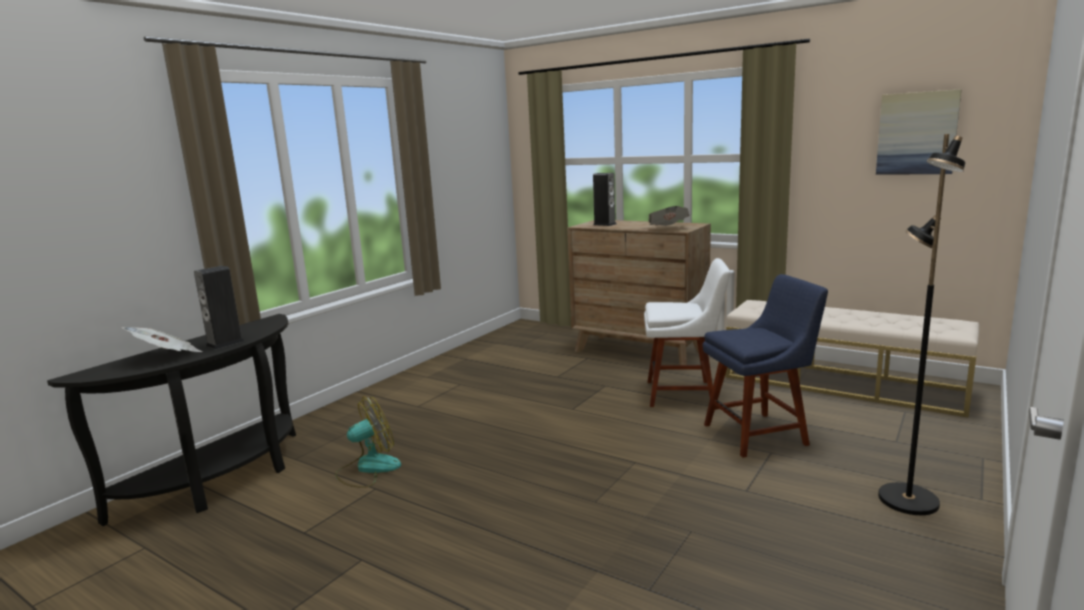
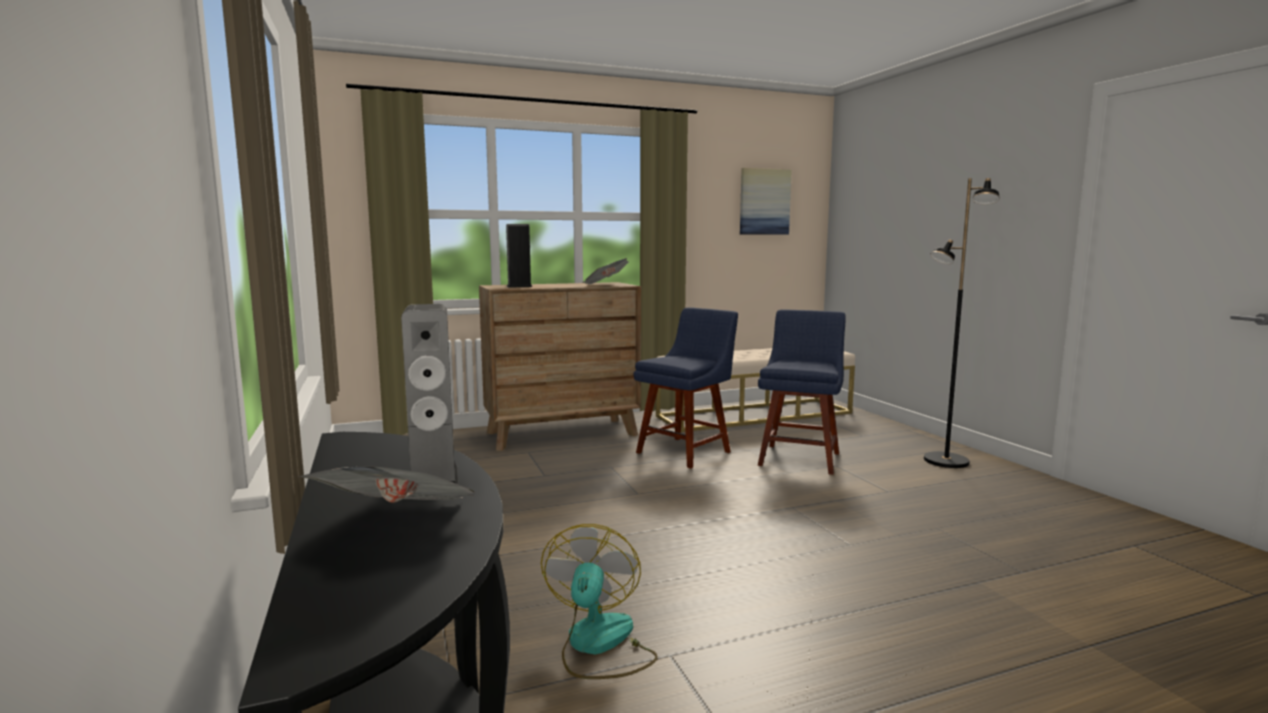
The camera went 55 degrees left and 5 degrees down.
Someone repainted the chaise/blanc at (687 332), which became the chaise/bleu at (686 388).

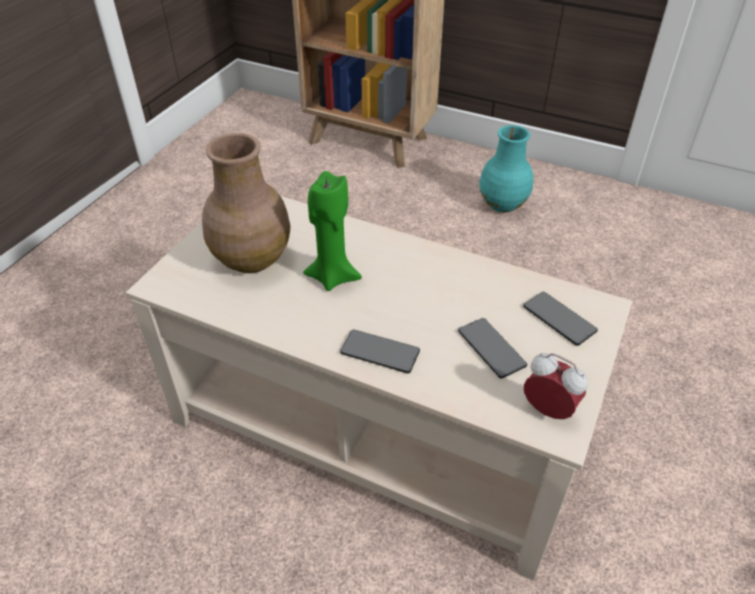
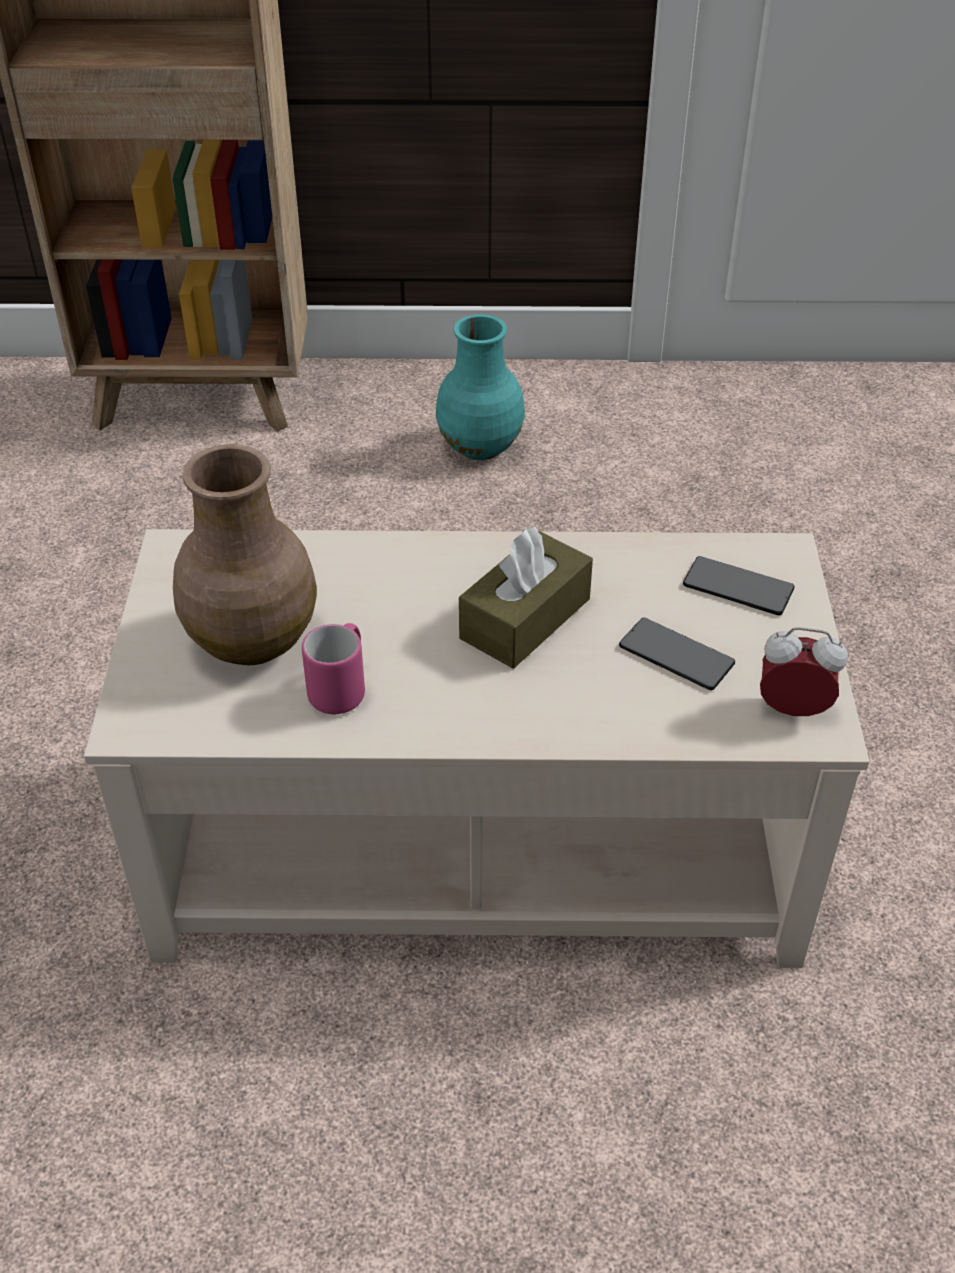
The camera went 25 degrees left and 0 degrees up.
Someone took away the bougie/vert at (332 231).
Someone took away the téléphone at (380 351).
Someone put down the mug/rose at (333 668).
Someone put down the boîte à mouchoirs/marron at (526 598).

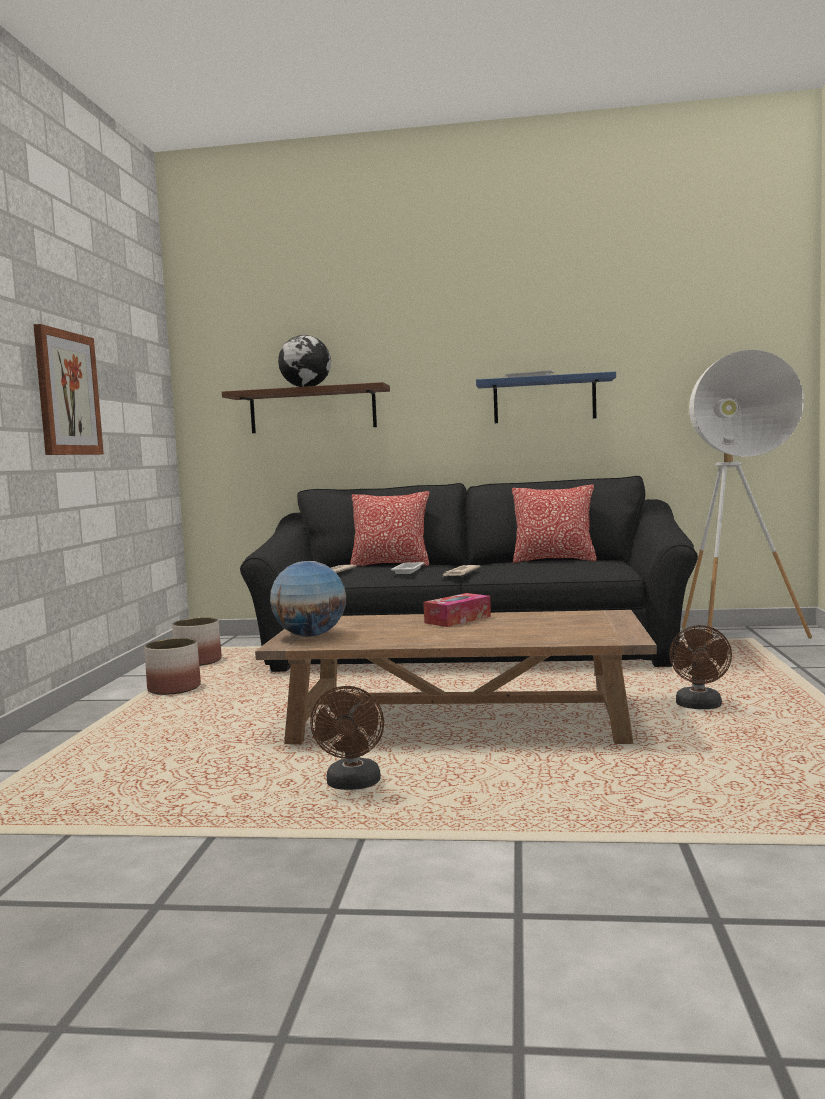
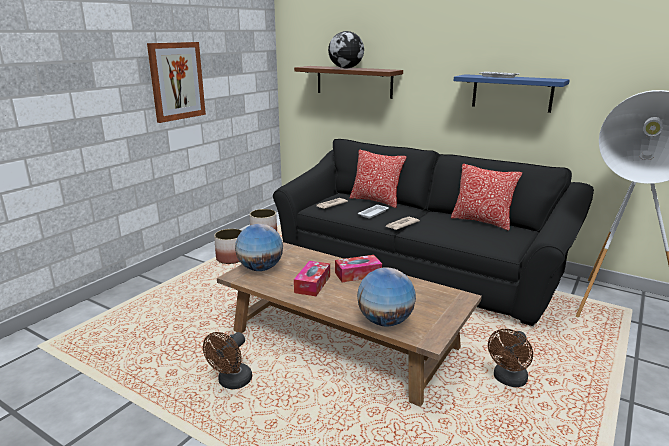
The camera went 25 degrees right and 15 degrees up.
Someone put down the boîte à mouchoirs at (312 278).
Someone put down the globe at (386 297).

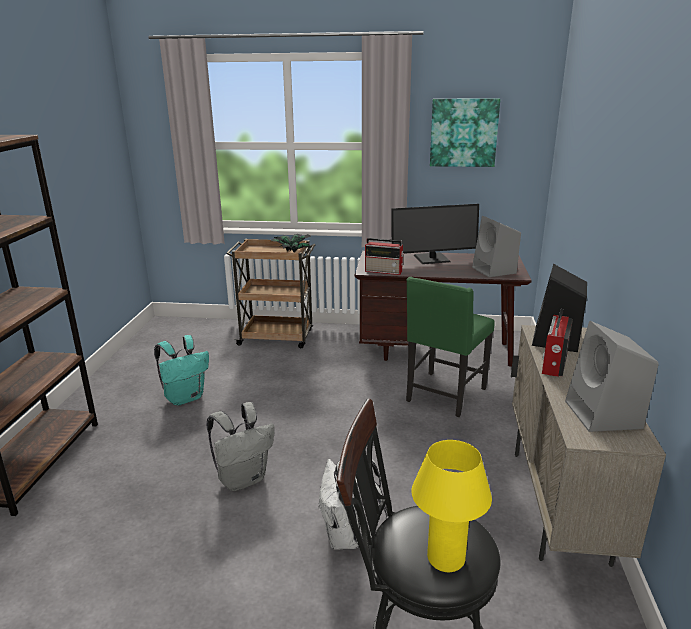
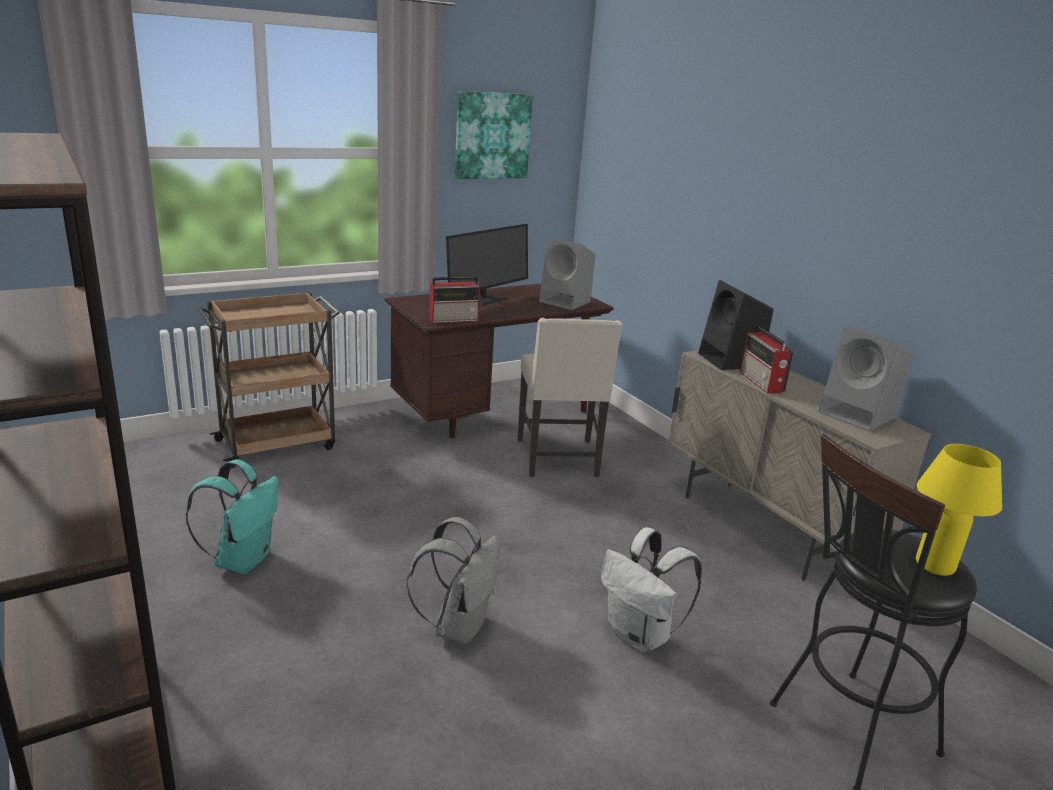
The camera went 40 degrees left and 0 degrees up.
Someone took away the plante en pot at (291 243).
Someone repainted the chaise/vert at (450 347), which became the chaise/beige at (570 397).

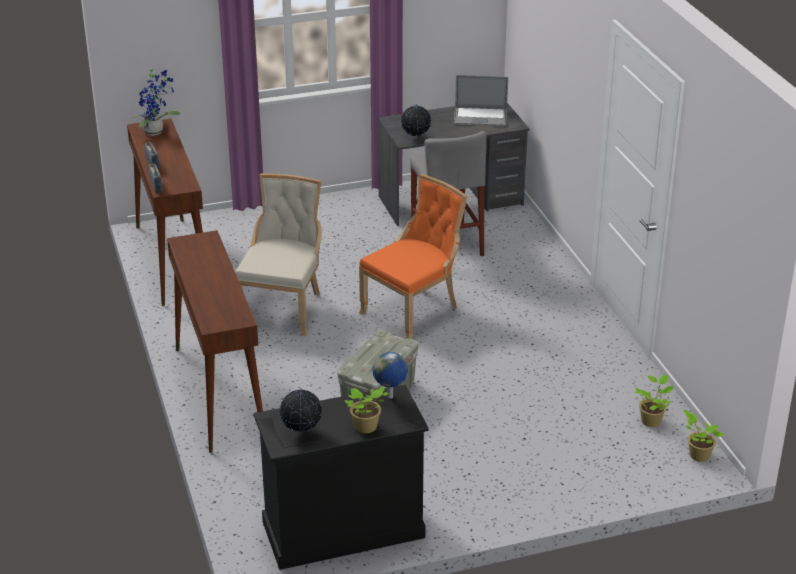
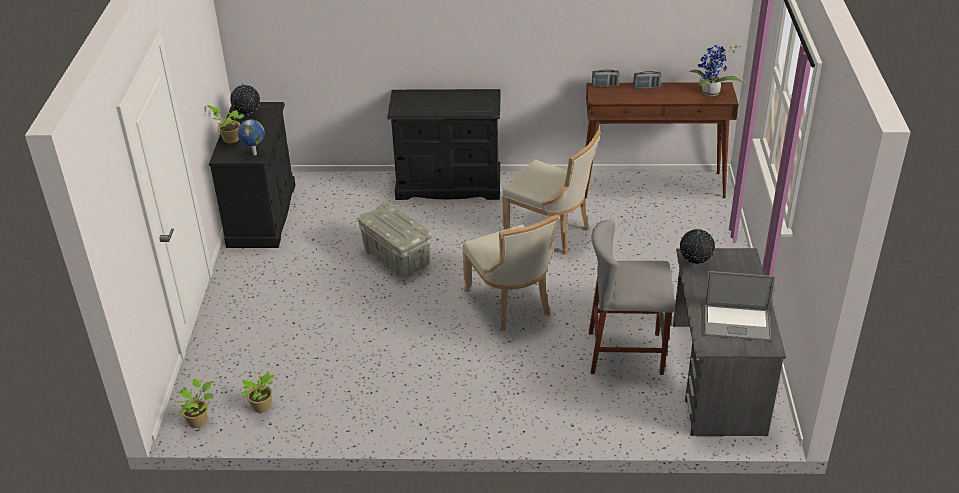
The camera went 110 degrees right and 5 degrees up.
Someone swapped the table console/marron at (215 341) for the commode/noir at (444 144).
Someone repainted the chaise/orange at (413 256), which became the chaise/beige at (511 273).
Someone rotated the ordinateur portable at (481 100) by 105 degrees counterclockwise.

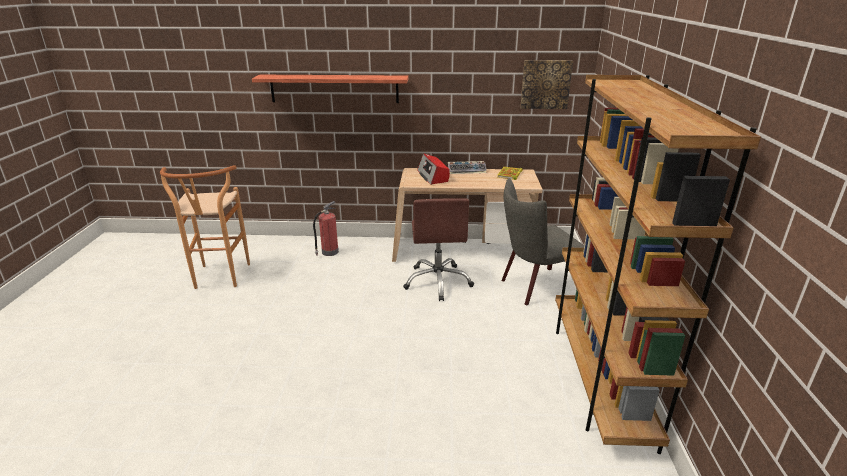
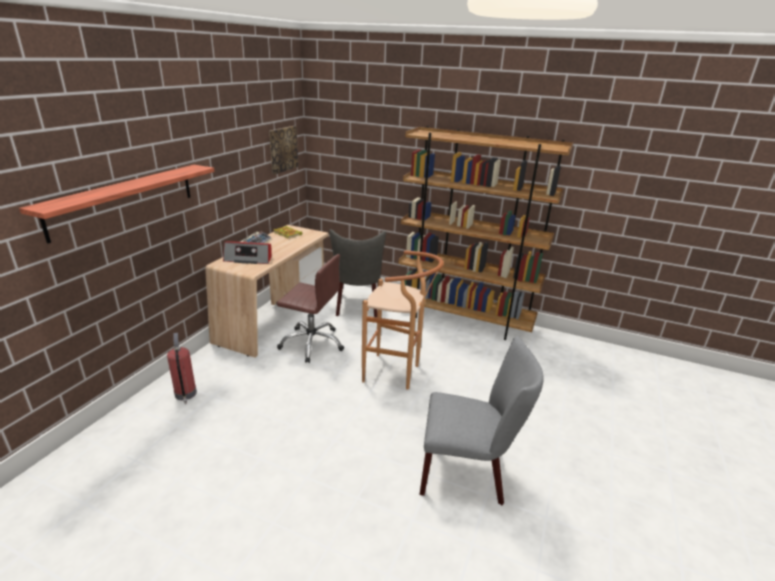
The camera went 70 degrees left and 0 degrees up.
Someone carried the tabouret/marron from (205 227) to (403 320).
Someone put down the chaise/gris at (481 420).

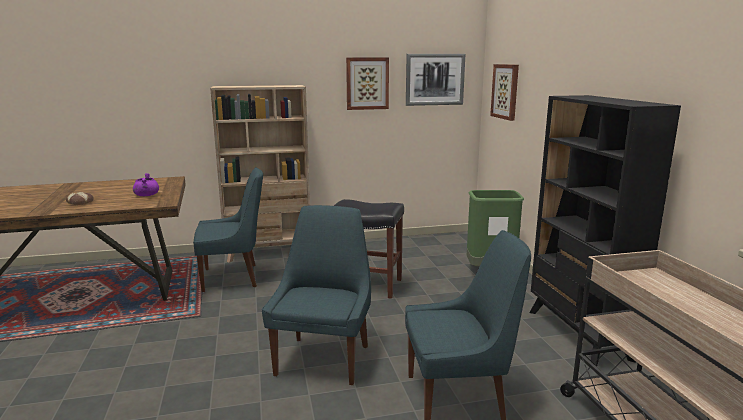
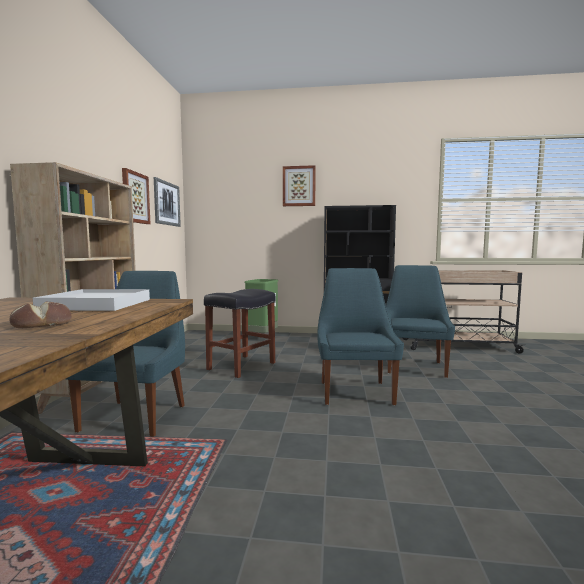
The camera went 70 degrees left and 10 degrees down.
Someone swapped the marmite/violet at (146 184) for the plateau/blanc at (91 300).
Someone rotated the chaise/bleu at (316 295) by 60 degrees clockwise.
Someone carried the tableau from (504 92) to (299 185).

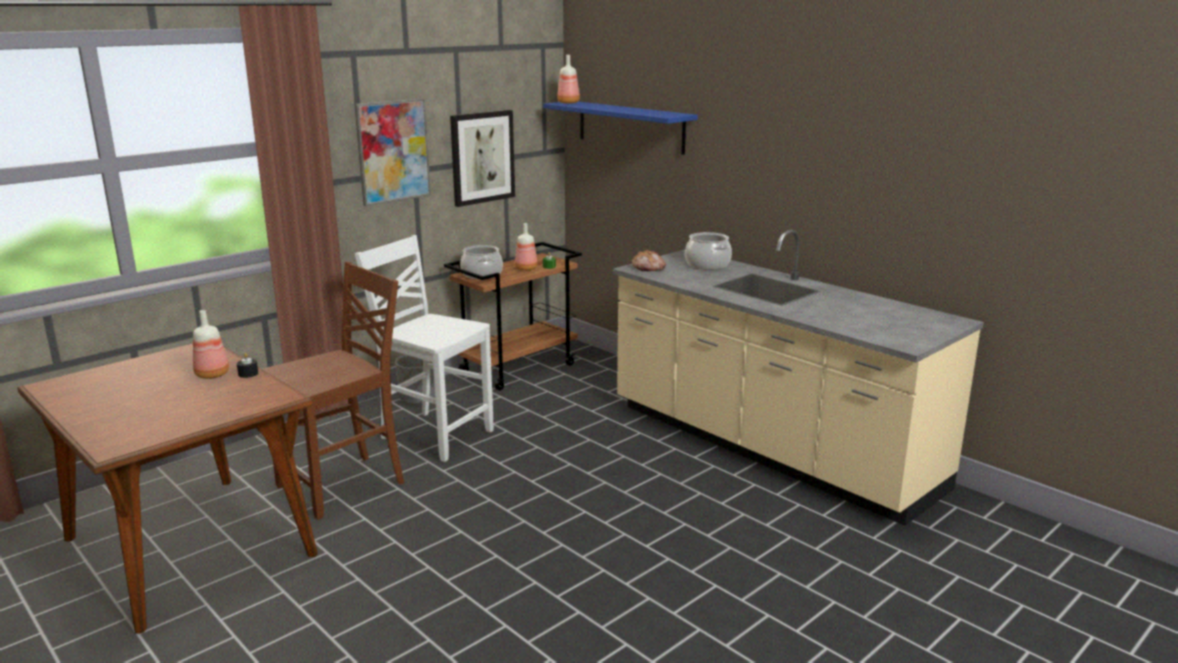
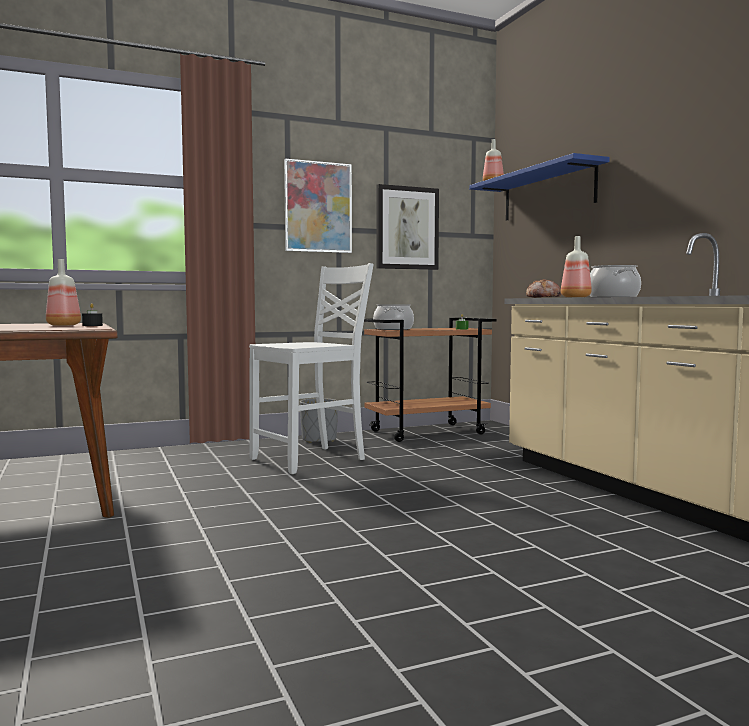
The camera went 20 degrees right and 15 degrees down.
Someone took away the chaise/marron at (333 391).
Someone rotated the chaise/blanc at (424 348) by 90 degrees clockwise.
Someone carried the bouteille from (526 247) to (576 267).

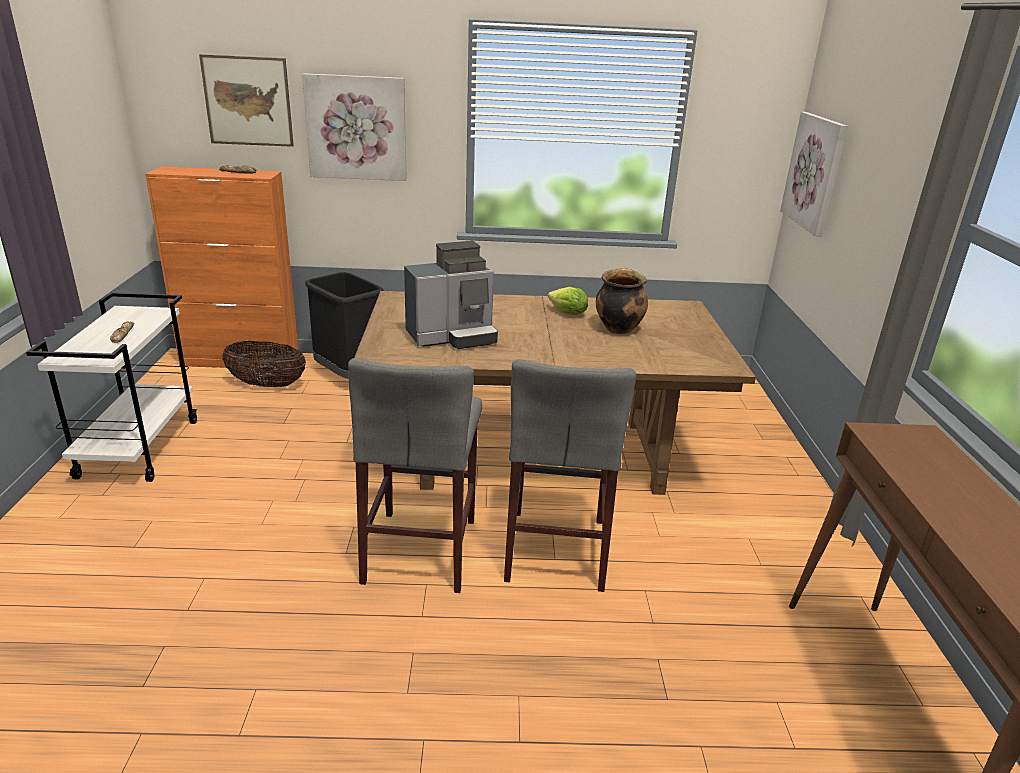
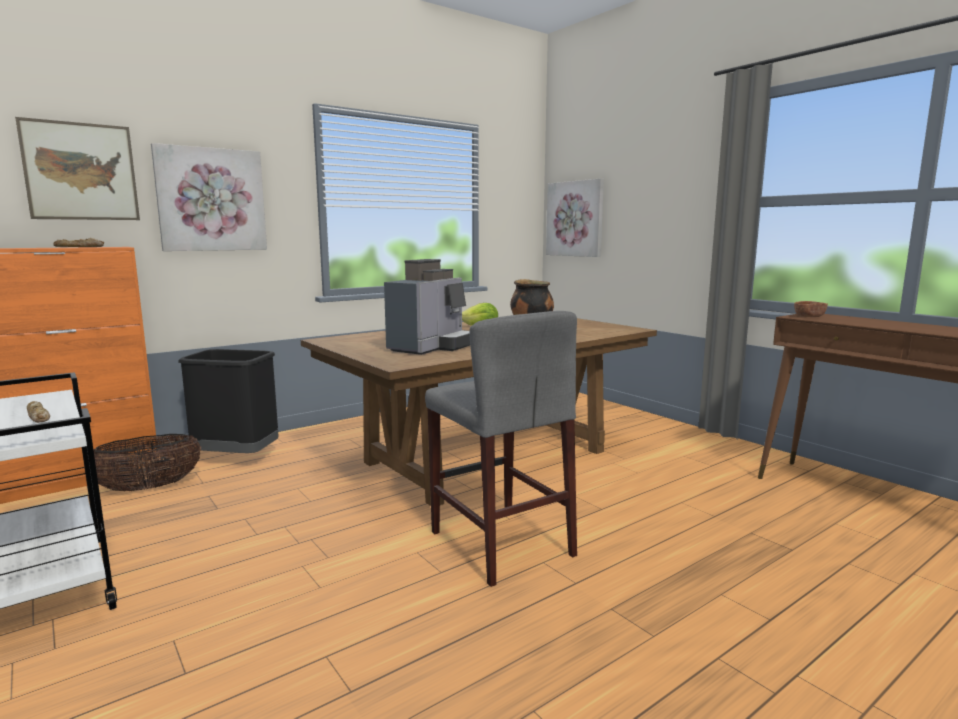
The camera went 35 degrees left and 15 degrees down.
Someone took away the tabouret/gris at (570 475).
Someone put down the bol/marron at (811 309).

